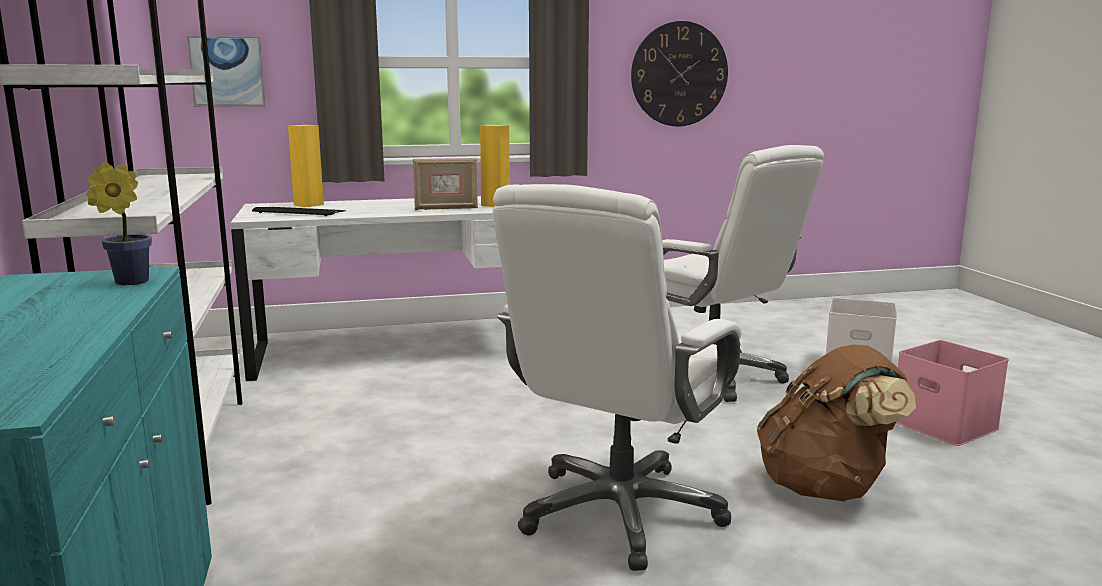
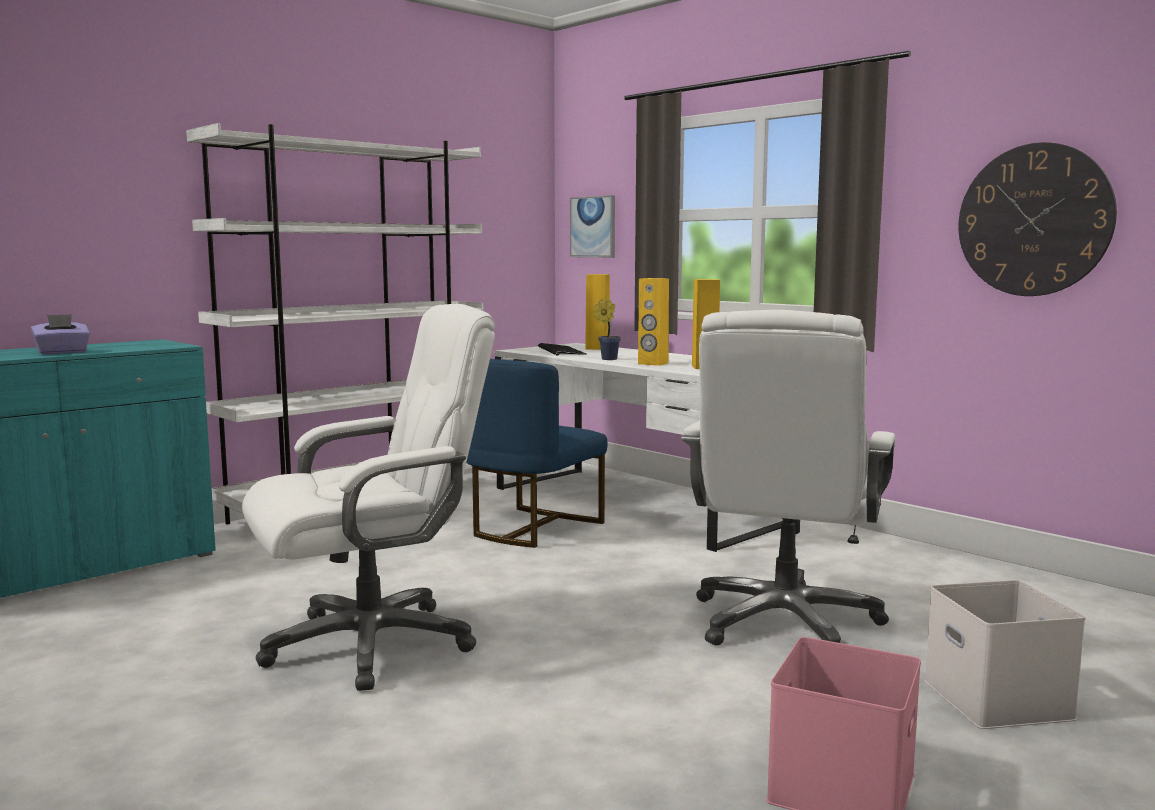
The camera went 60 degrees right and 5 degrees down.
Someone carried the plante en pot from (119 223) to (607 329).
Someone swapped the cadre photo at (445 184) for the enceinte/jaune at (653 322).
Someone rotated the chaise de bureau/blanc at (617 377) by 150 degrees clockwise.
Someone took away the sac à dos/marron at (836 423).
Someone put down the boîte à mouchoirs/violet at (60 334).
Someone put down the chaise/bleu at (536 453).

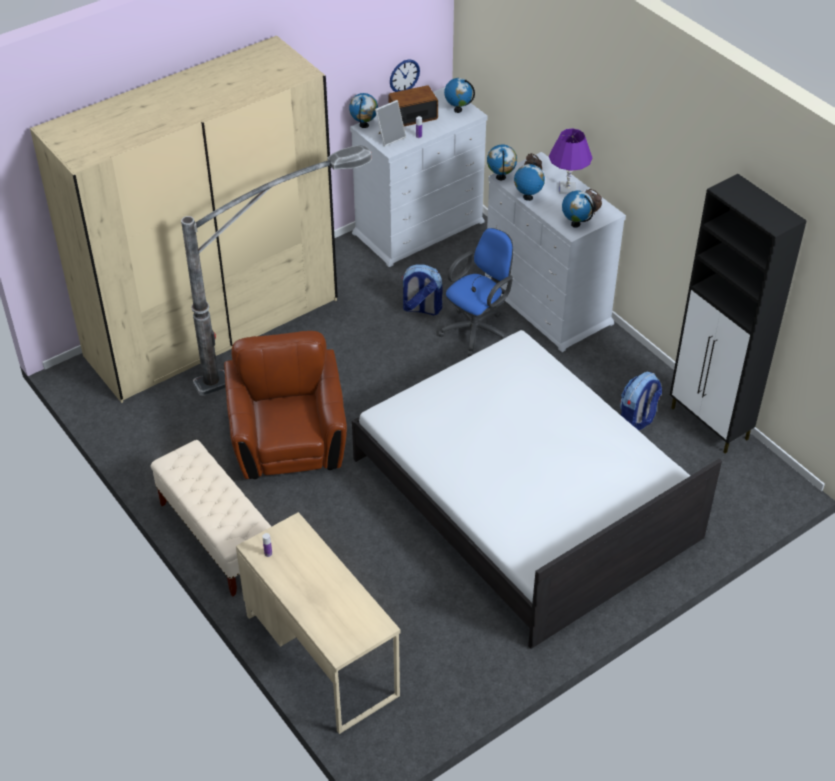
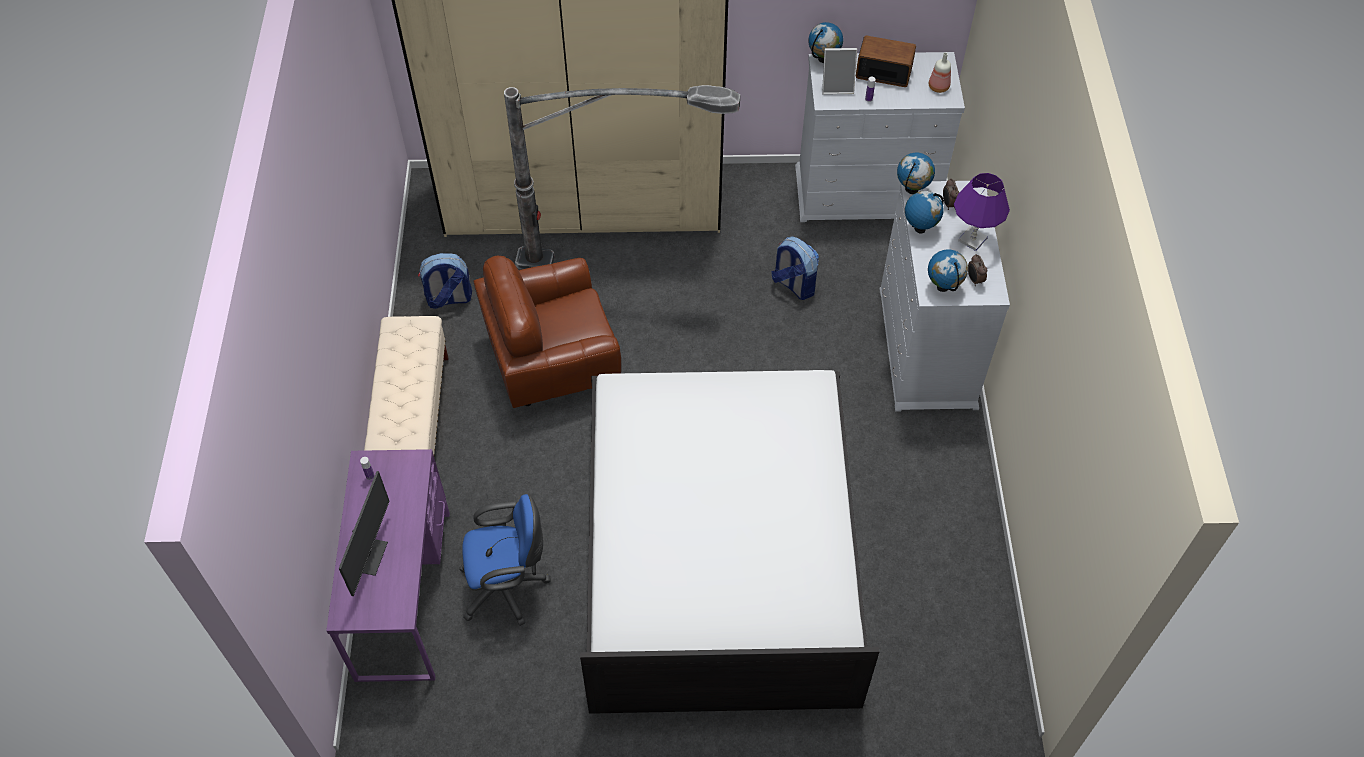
The camera went 35 degrees right and 10 degrees up.
Someone rotated the fauteuil/marron at (285 405) by 135 degrees counterclockwise.
Someone repainted the bureau/beige at (318 623), which became the bureau/violet at (388 565).
Someone took away the horloge murale at (405 75).
Someone carried the chaise de bureau/bleu from (475 292) to (505 560).
Someone swapped the globe at (459 95) for the bouteille at (940 72).
Someone carried the sac à dos from (641 401) to (445 281).
Someone took away the meuble de rangement/noir at (738 314).
Someone put down the écran d'ordinateur at (364 533).

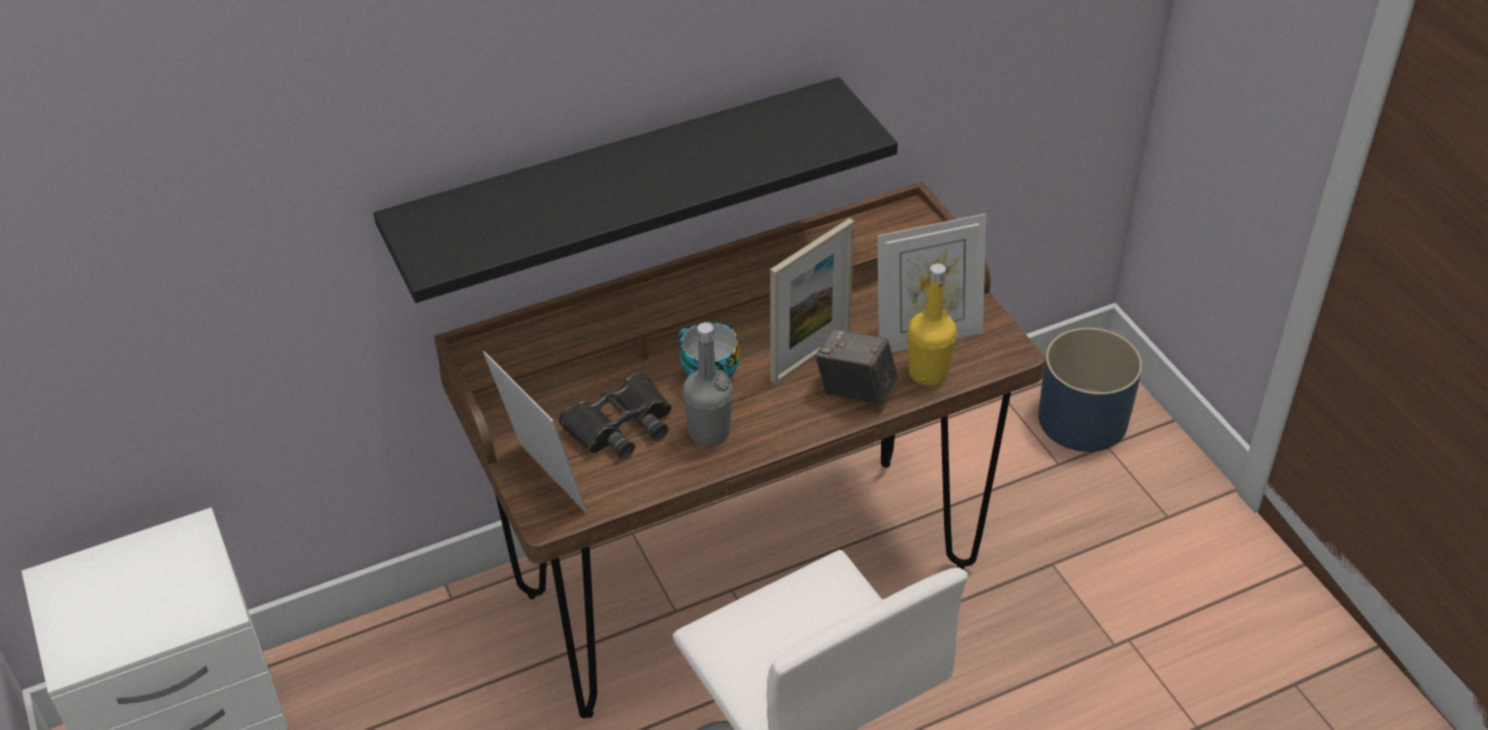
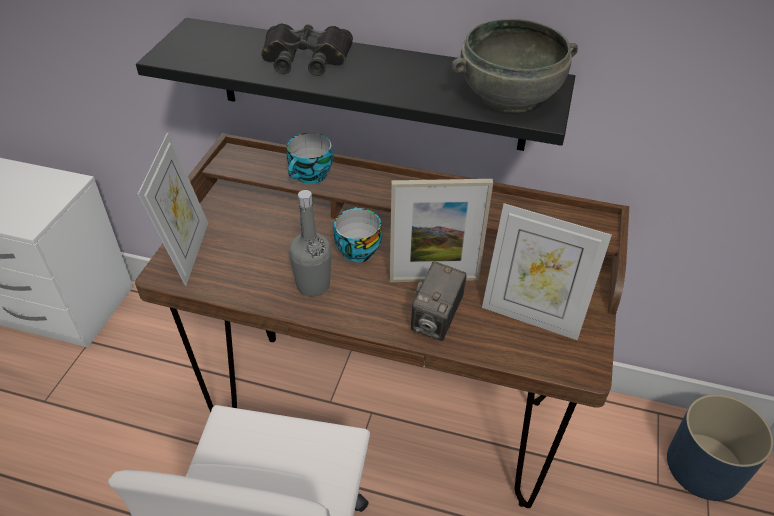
The camera went 40 degrees right and 0 degrees up.
Someone carried the jumelles/noir from (614 415) to (307 49).
Someone rotated the appareil photo at (856 367) by 135 degrees counterclockwise.
Someone took away the bouteille/jaune at (932 324).
Someone put down the tasse at (310 158).
Someone put down the bol/gris at (514 66).

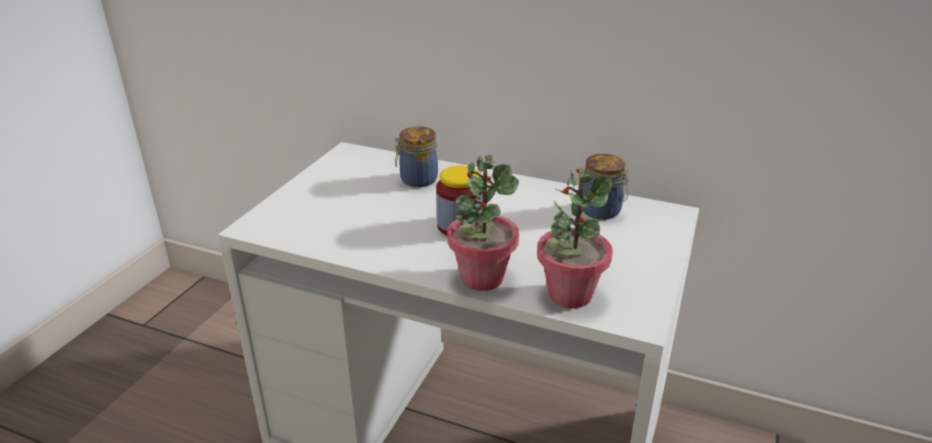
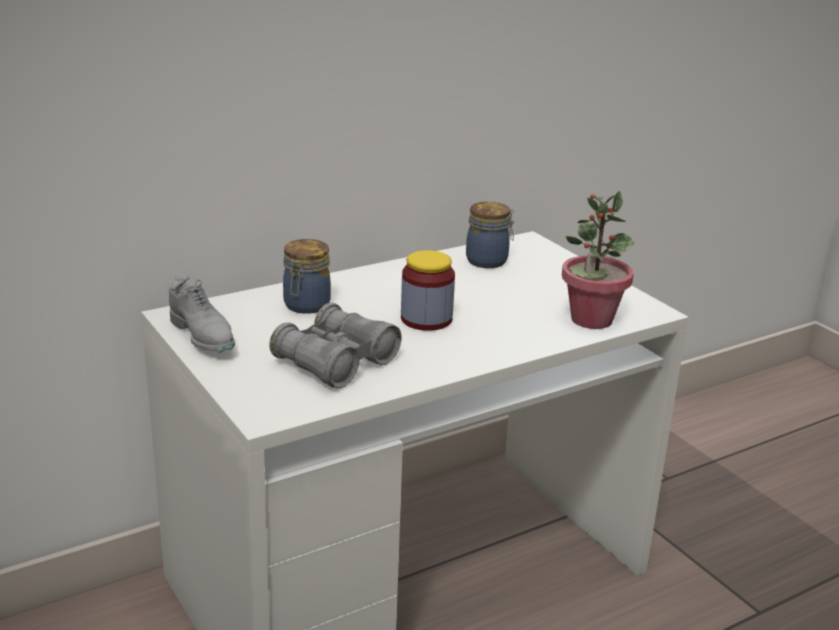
The camera went 55 degrees left and 5 degrees down.
Someone took away the plante en pot at (483 222).
Someone put down the chaussure/gris at (202 314).
Someone put down the jumelles/gris at (335 345).

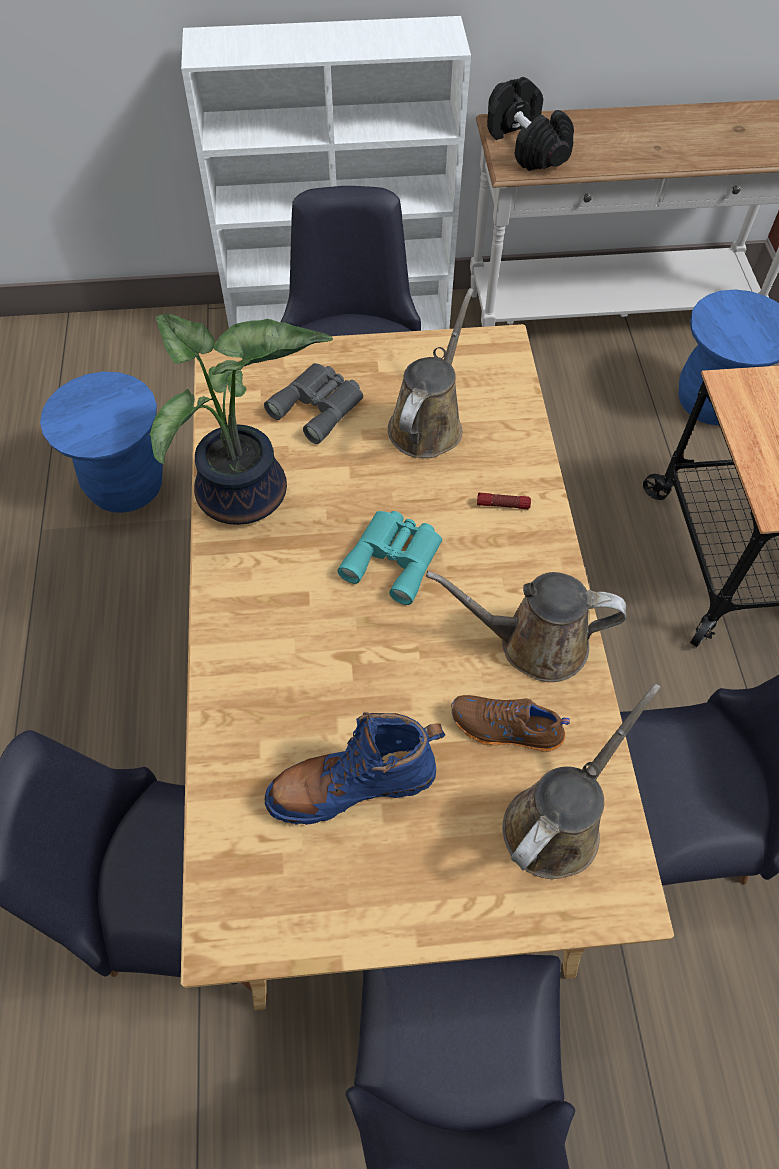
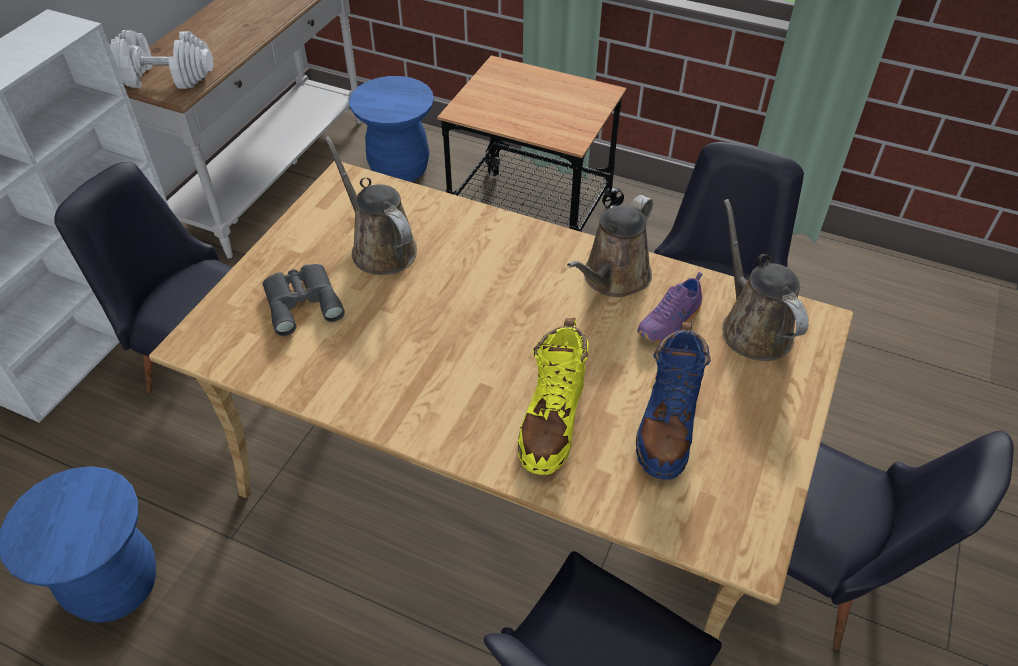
The camera went 60 degrees left and 10 degrees down.
Someone took away the plante en pot at (241 419).
Someone took away the jumelles/turquoise at (390 558).
Someone repainted the chaussure/marron at (510 723), which became the chaussure/violet at (670 307).
Someone took away the lampe de poche at (504 501).
Someone repainted the haltère/noir at (530 124), which became the haltère/blanc at (161 59).
Someone put down the botte/jaune at (553 396).

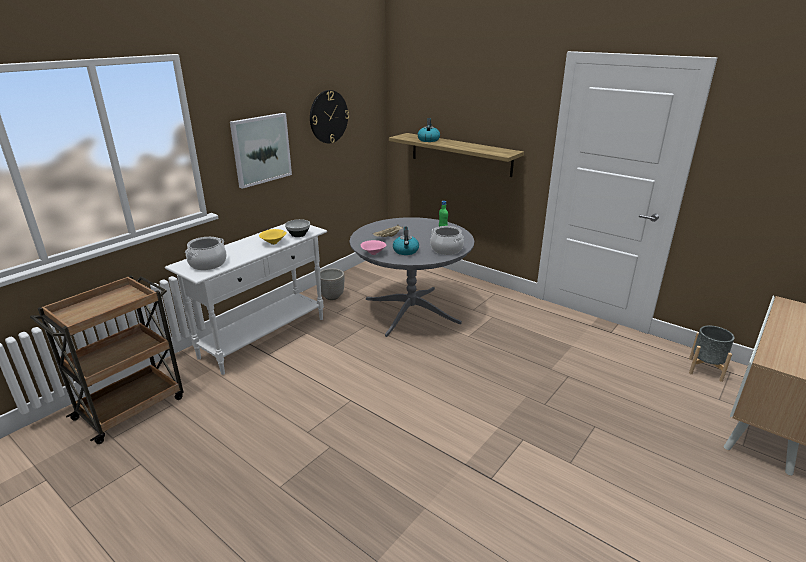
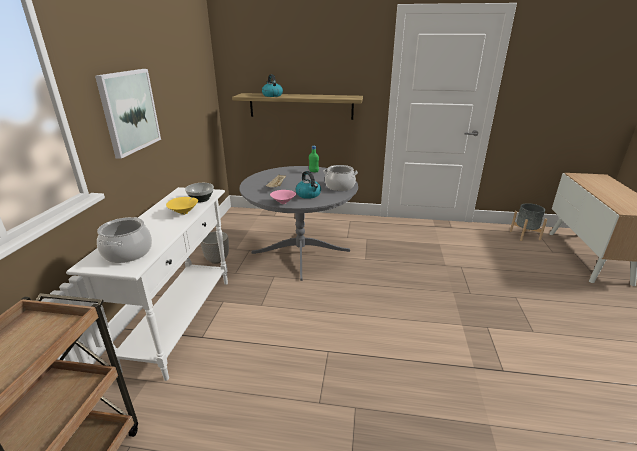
The camera went 30 degrees left and 0 degrees up.
Someone took away the horloge murale at (329 116).

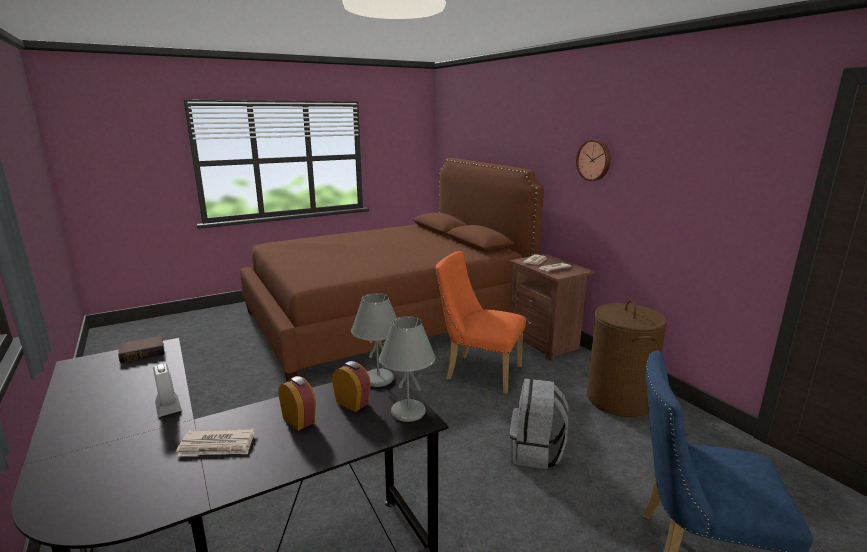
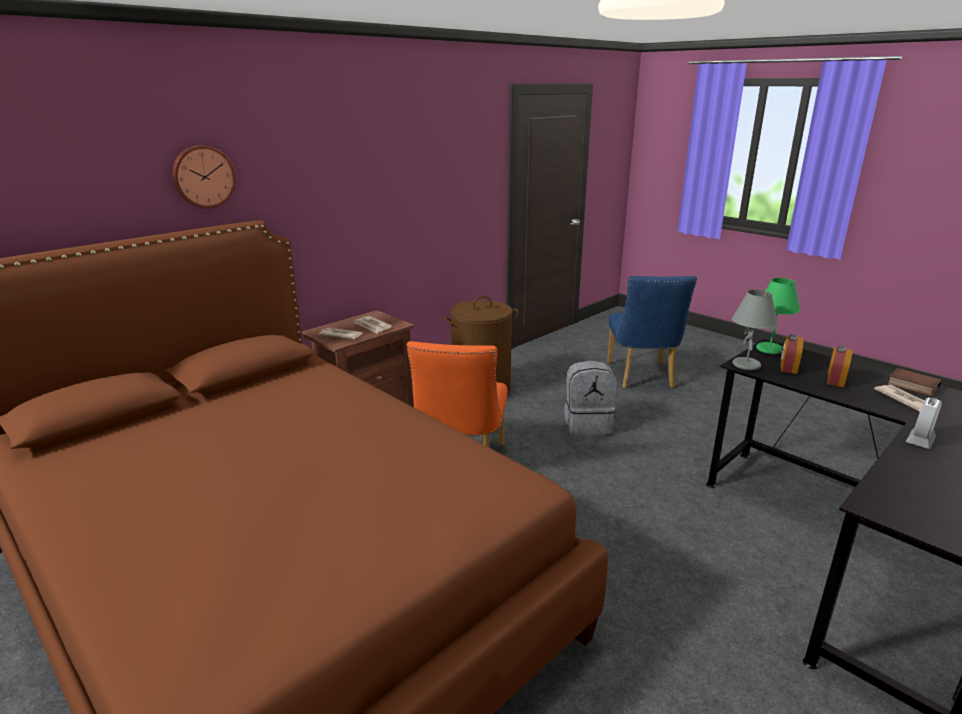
The camera went 105 degrees left and 5 degrees up.
Someone carried the livre from (141 349) to (914 382).
Someone repainted the lampe de table/gris at (407 369), which became the lampe de table/vert at (778 316).
Someone carried the horloge murale from (593 160) to (204 176).

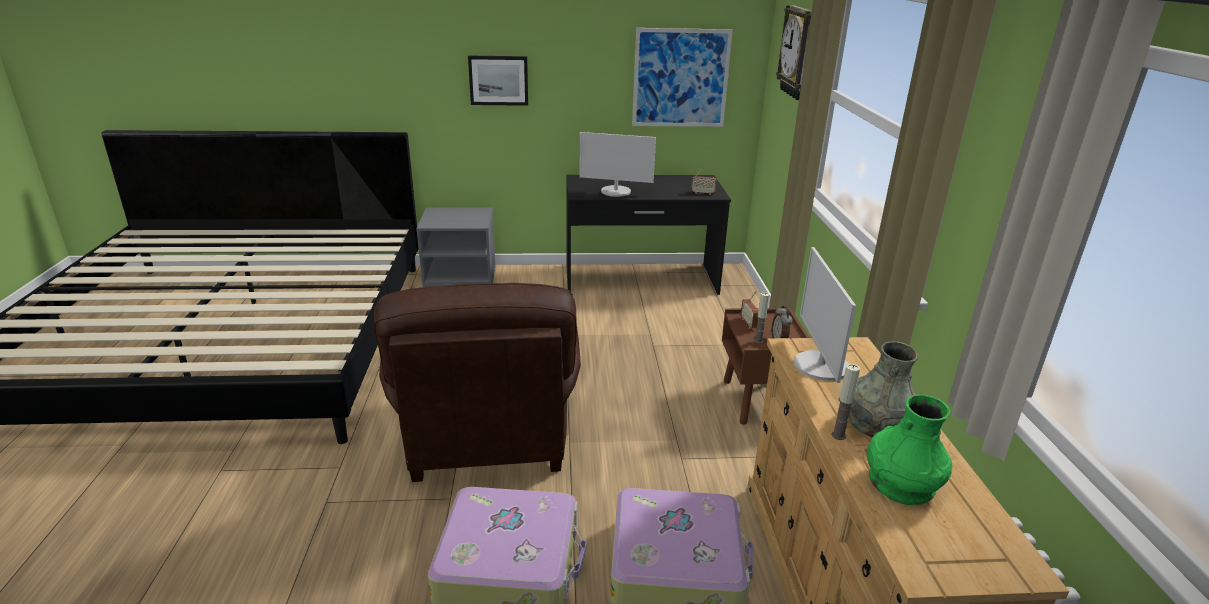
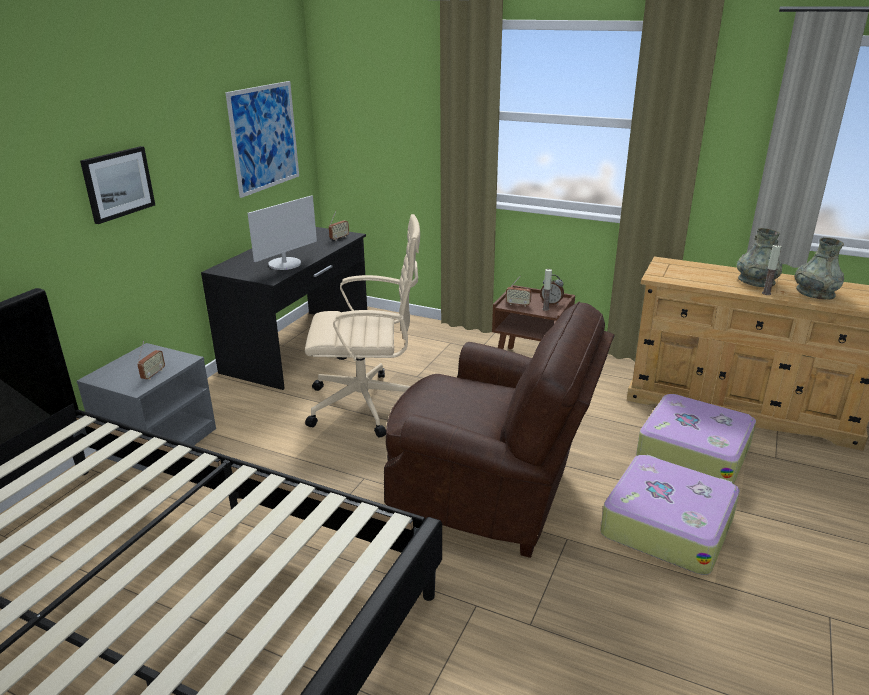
The camera went 60 degrees left and 0 degrees up.
Someone took away the horloge murale at (794 52).
Someone took away the écran d'ordinateur at (825 315).
Someone repainted the vase/vert at (909 449), which became the vase/gris at (819 268).
Someone put down the radio at (151 360).
Someone put down the chaise de bureau/beige at (362 325).

